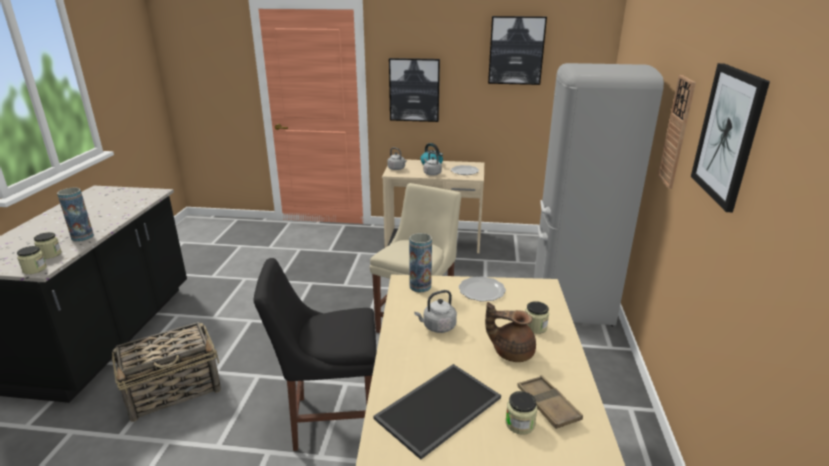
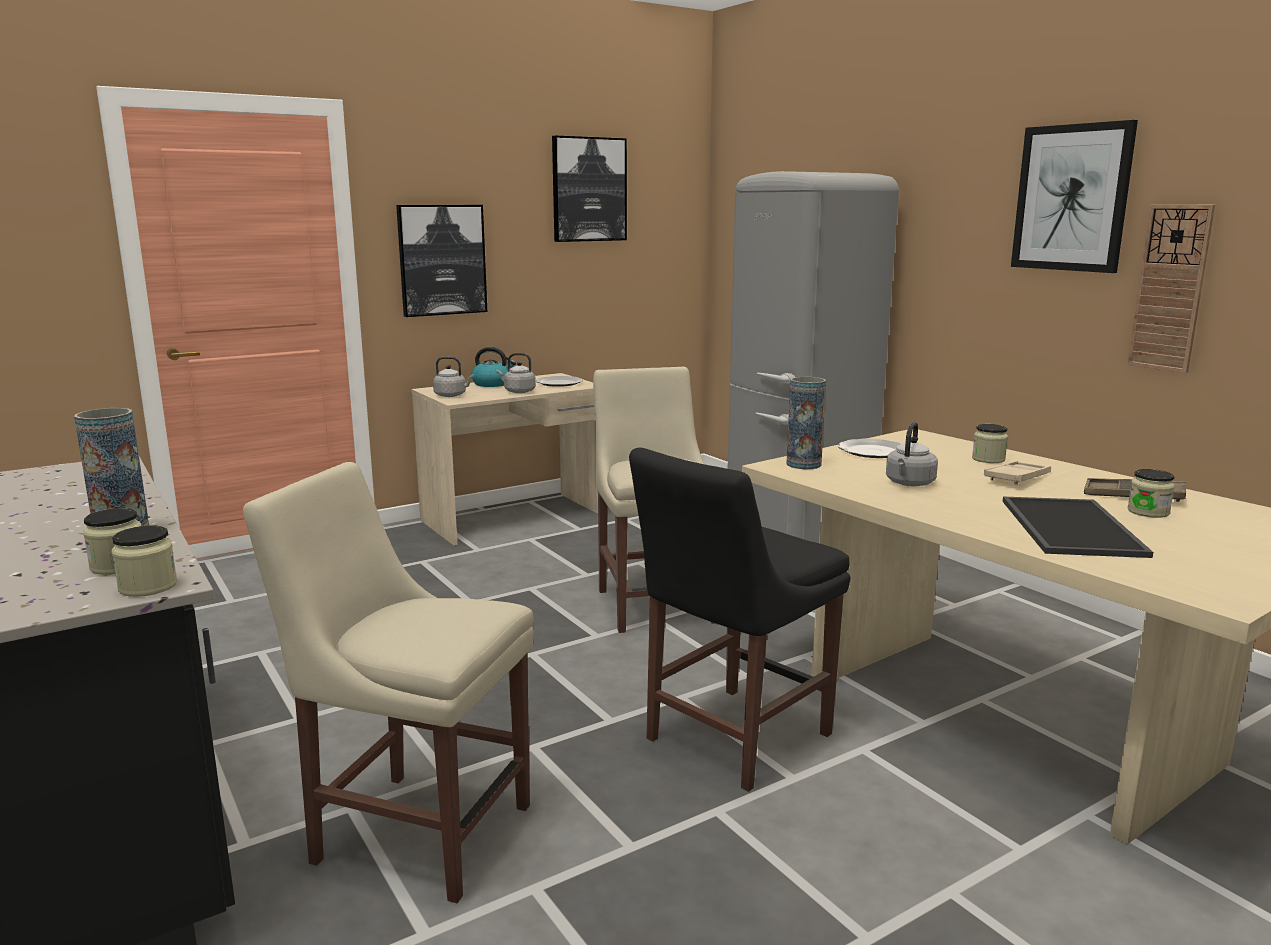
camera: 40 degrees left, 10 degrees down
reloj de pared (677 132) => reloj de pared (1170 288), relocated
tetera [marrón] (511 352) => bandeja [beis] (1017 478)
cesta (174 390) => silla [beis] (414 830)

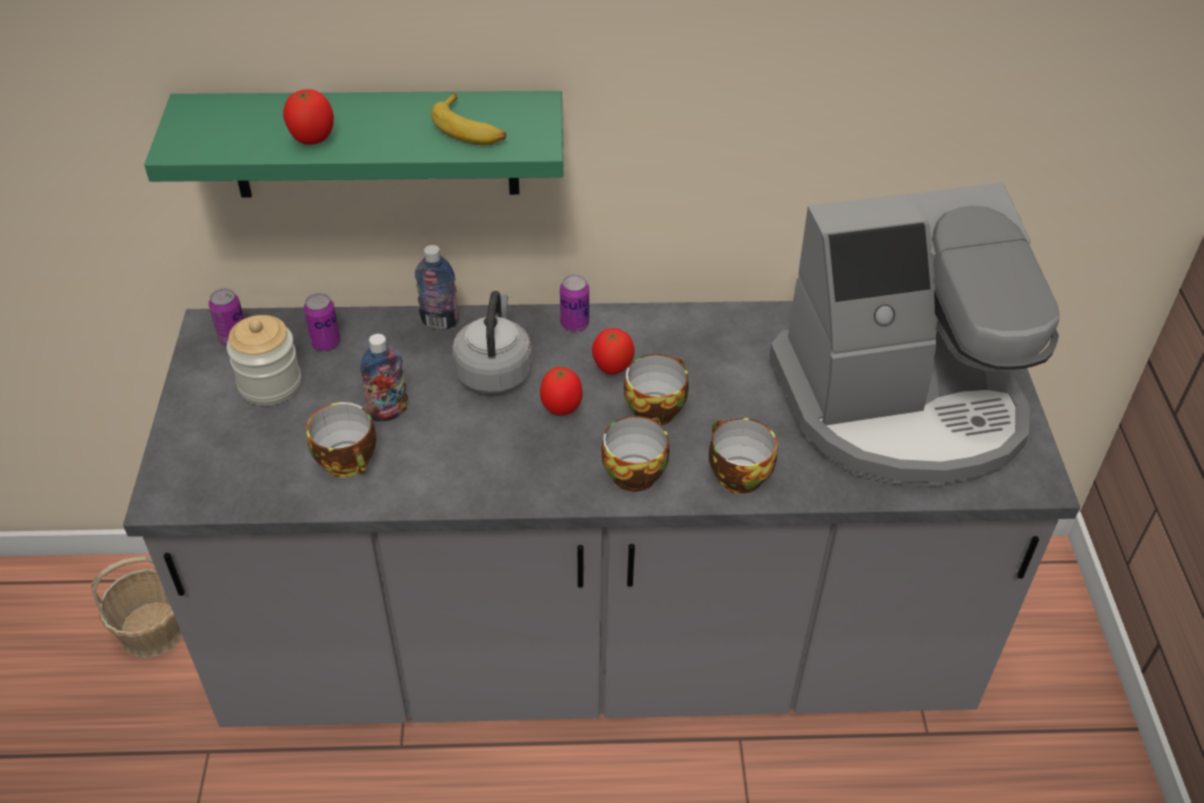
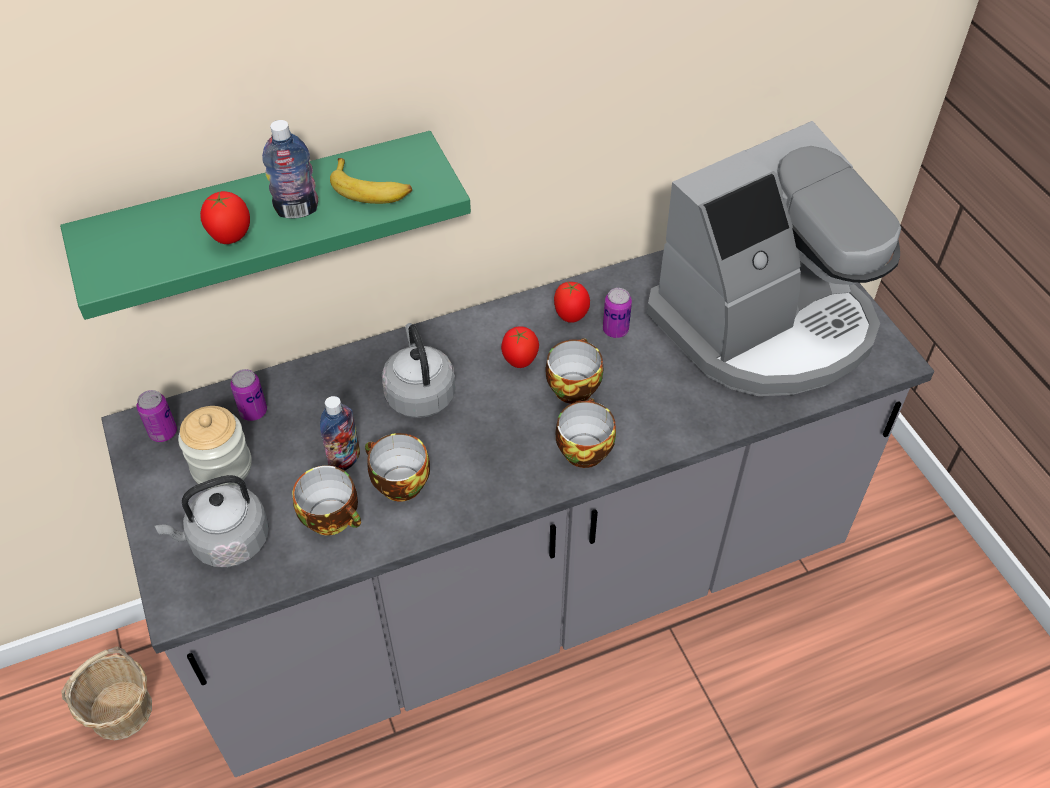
camera: 20 degrees left, 5 degrees up
botella (439 321) => botella (297 210), relocated
lata (574 324) => lata (615 330), relocated
tomate (561 409) => tomate (571 316), relocated
taza (735 474) => taza (397 484), relocated
nothing => hervidor [gris] (226 542)

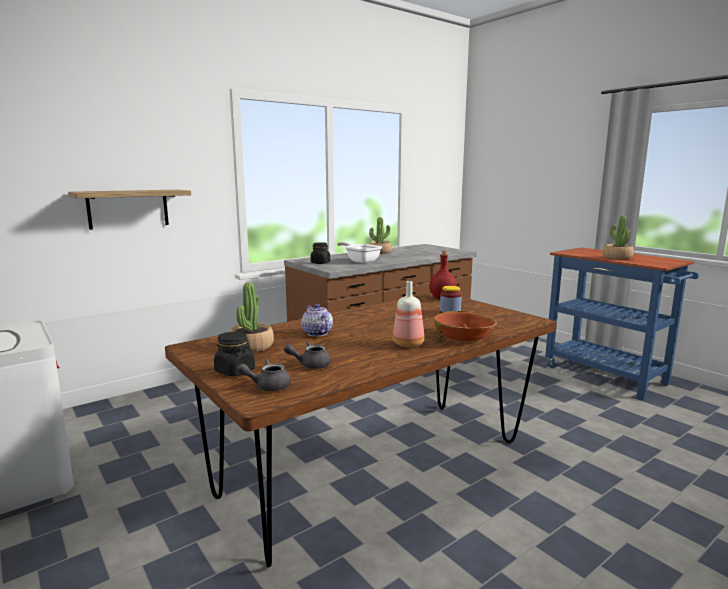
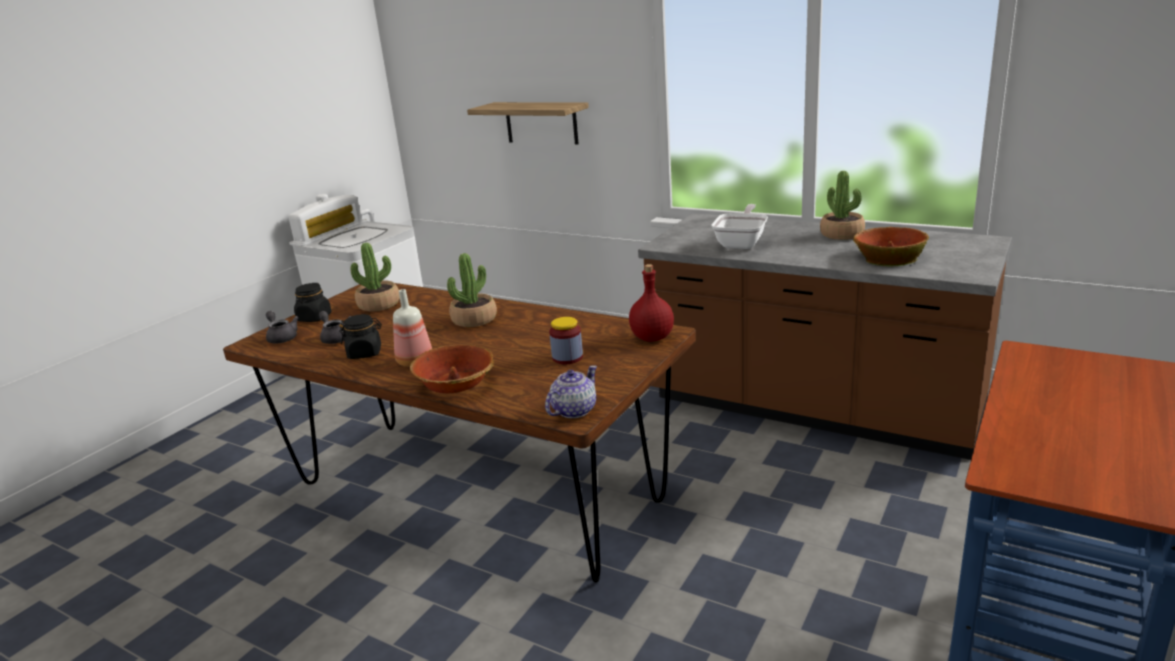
camera: 70 degrees right, 10 degrees up
planta en maceta (617 257) => planta en maceta (474 319), relocated
tarro [negro] (320 263) => tarro [negro] (365 353), relocated
tetera (317 333) => tetera (573 410), relocated
nothing => cuenco (889 256)

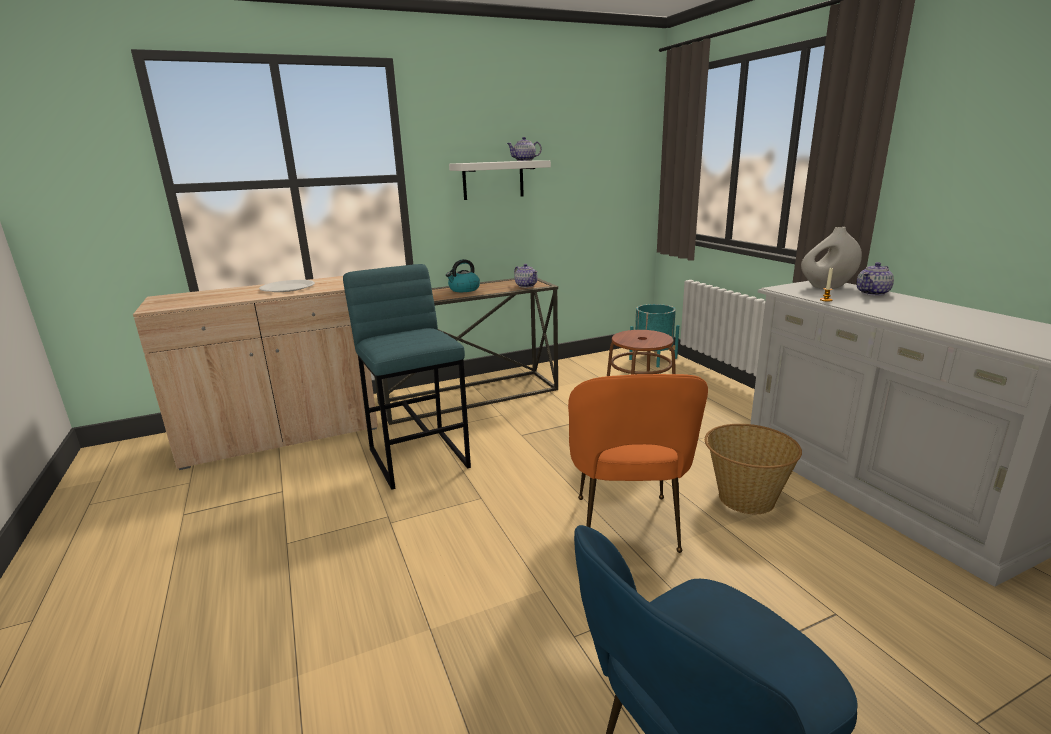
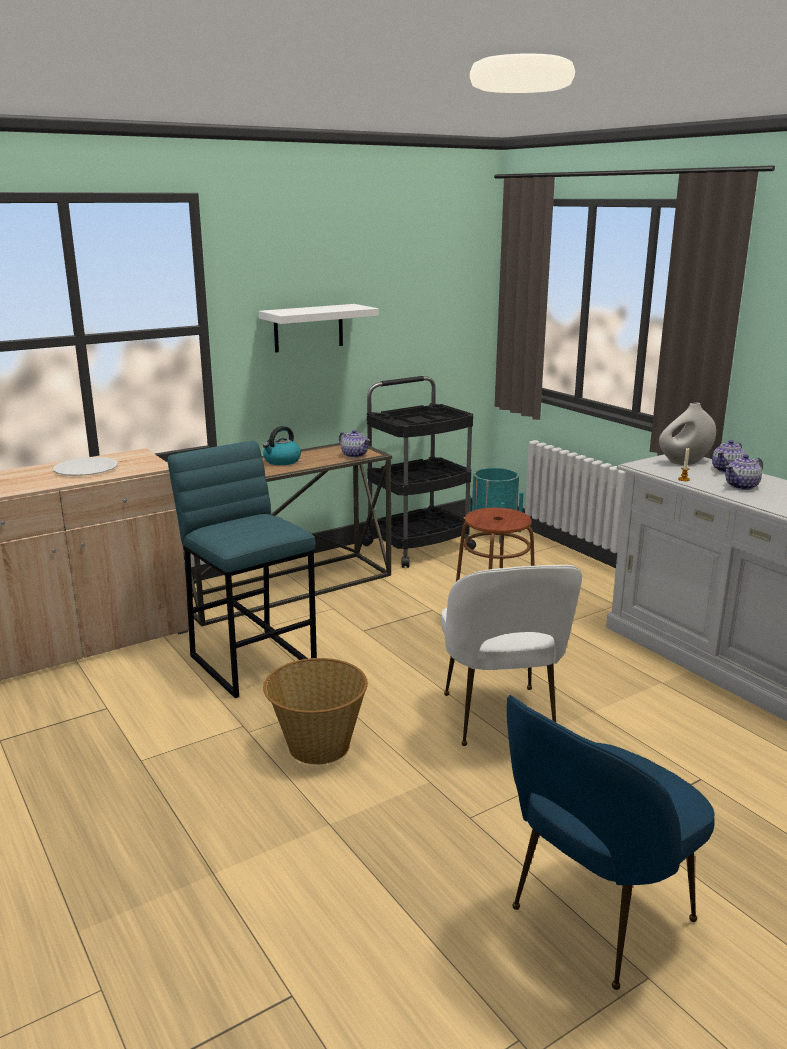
camera: 10 degrees left, 0 degrees up
tetera (525 160) => tetera (742 486), relocated
silla [naranja] (627 530) => silla [blanco] (500 722)
cesta (745 498) => cesta (317 746), relocated
nothing => carrito [negro] (418 547)

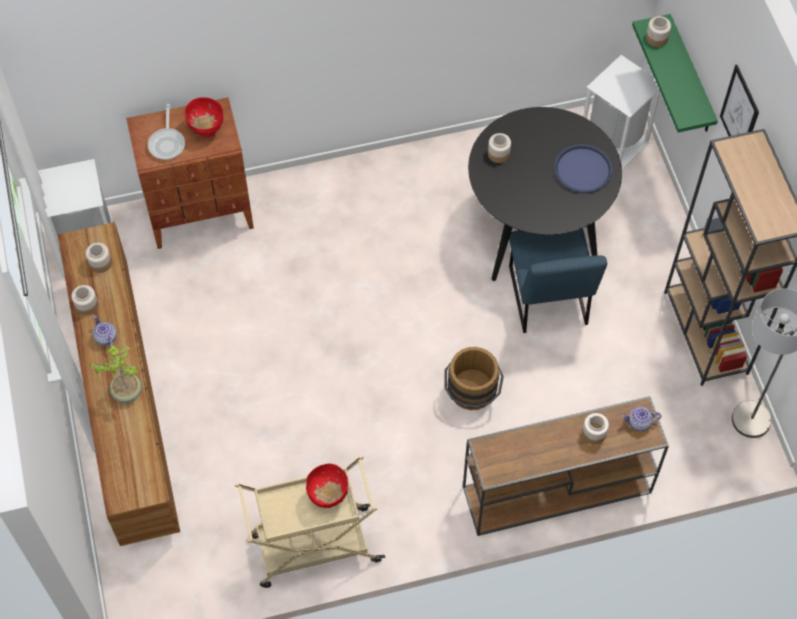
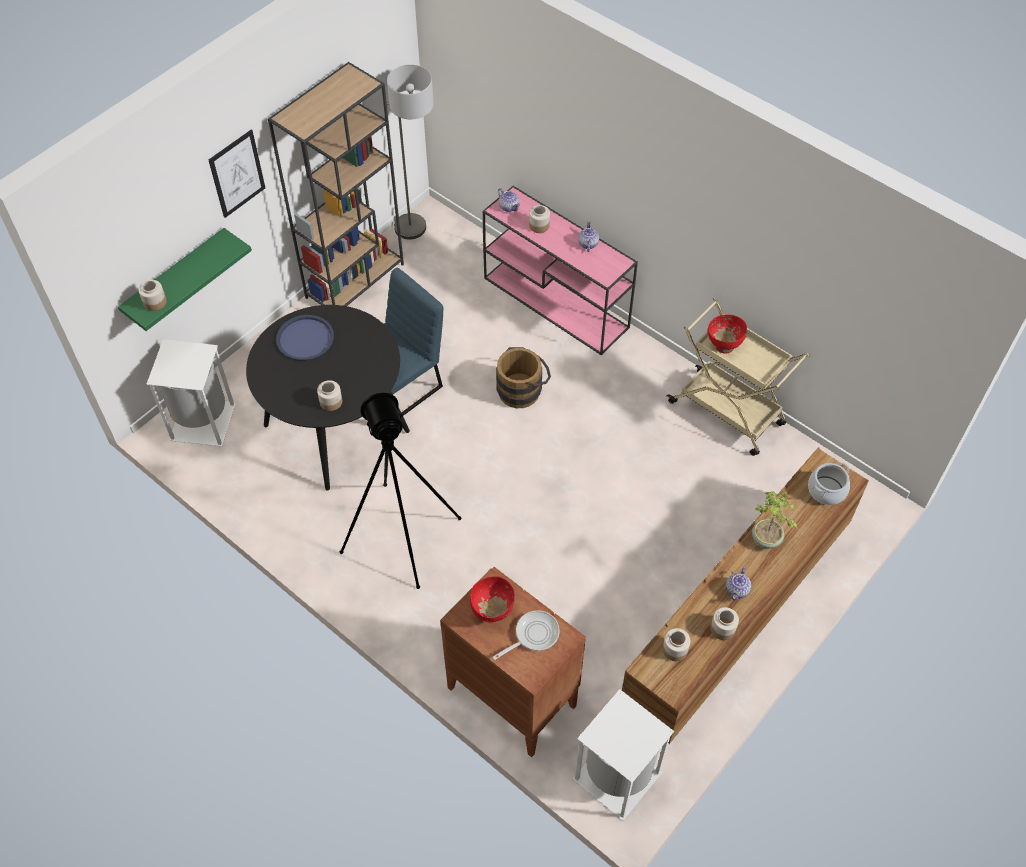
camera: 125 degrees left, 5 degrees down
mesa consola [marrón] (555 490) => mesa consola [rosa] (557 303)
nothing => tetera (587 244)
nothing => lámpara de pie [negro] (401 535)
nothing => olla (826 490)

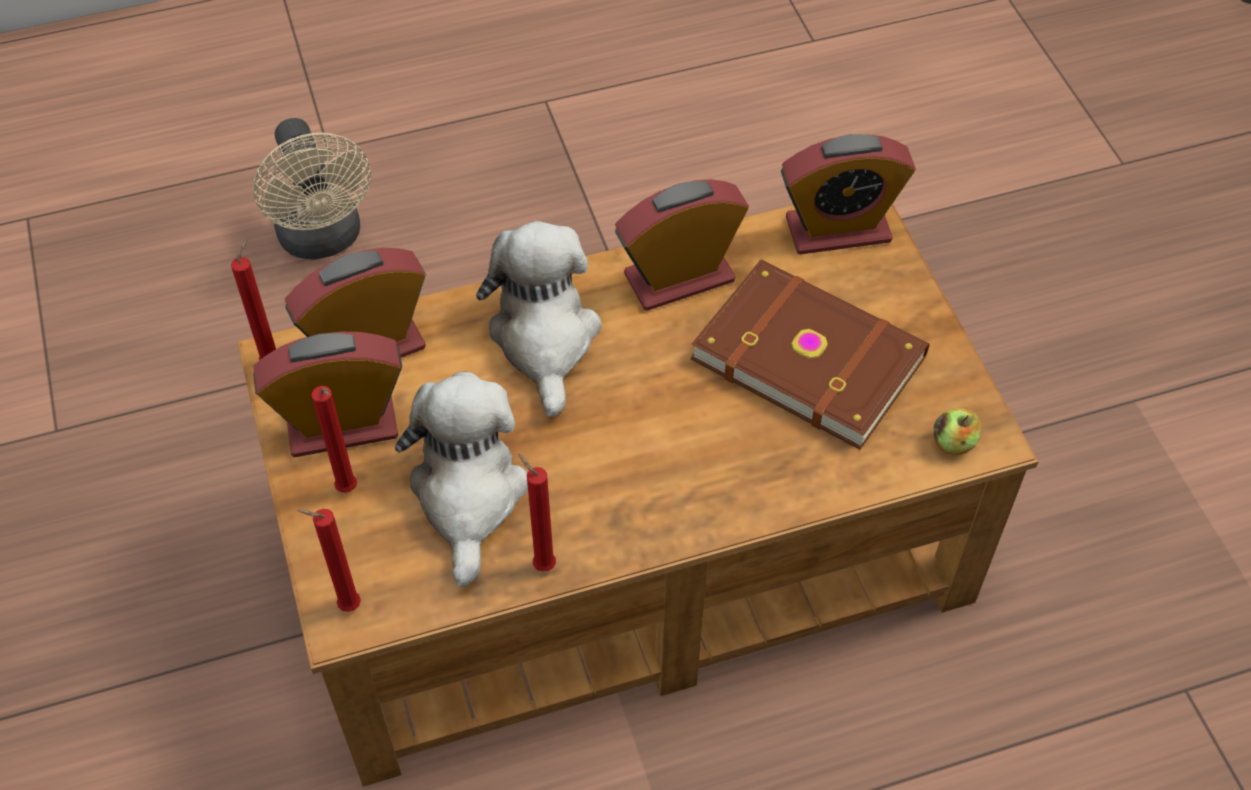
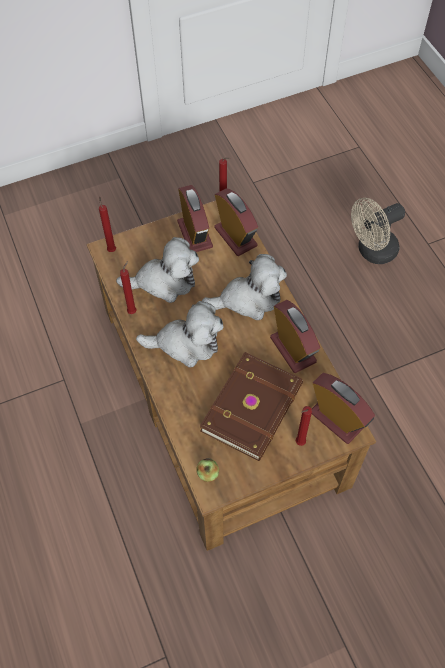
camera: 85 degrees right, 5 degrees up
despertador (838 230) => despertador (337 419), 150 degrees clockwise
vela [rojo] (349 491) => vela [rojo] (299 443), relocated
nothing => peluche (186 343)

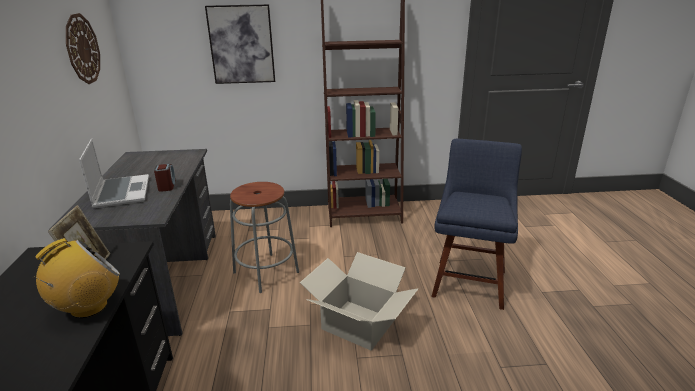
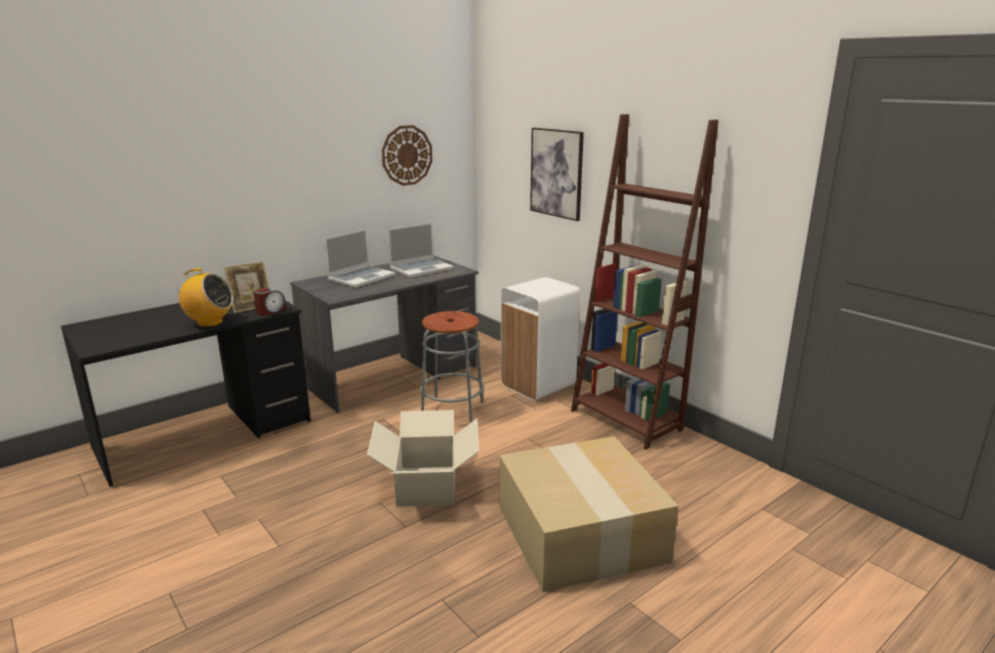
camera: 55 degrees right, 5 degrees down
silla [azul] (469 280) => caja de cartón (583 534)
despertador (167 186) => despertador (270 311), relocated
nothing => portátil (421 269)
nothing => papelera [blanco] (539 385)

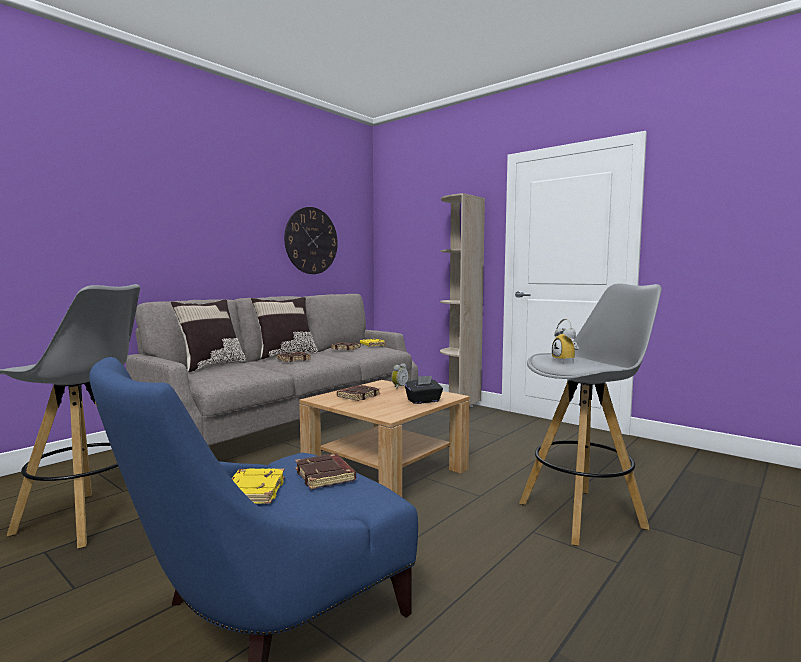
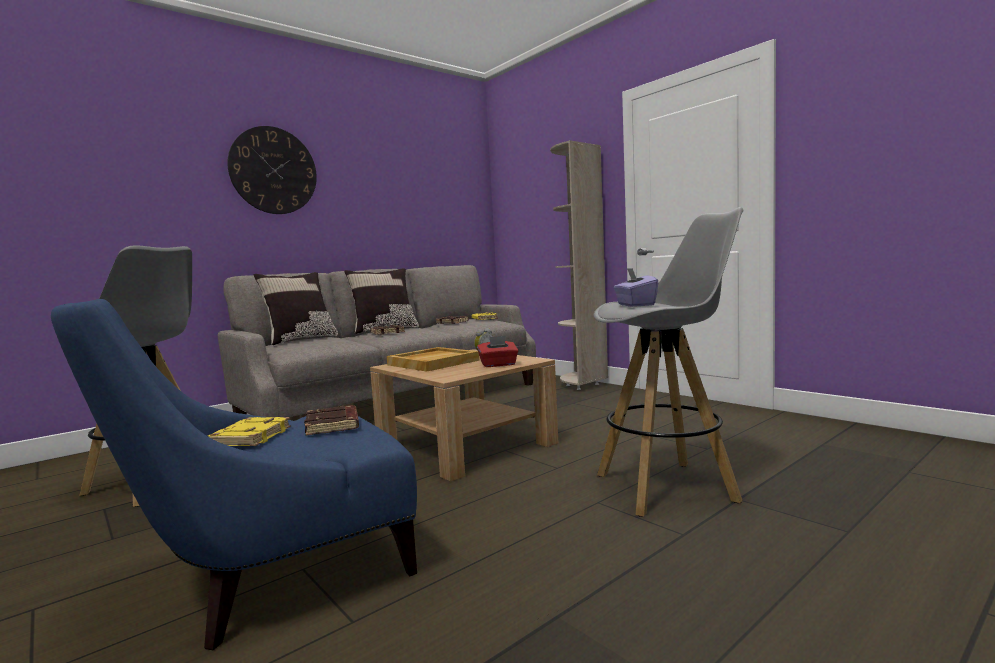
camera: 10 degrees right, 0 degrees up
reloj de pared (311 240) => reloj de pared (273 170), relocated
despertador (567 361) => caja de pañuelos [morado] (635 305)
caja de pañuelos [negro] (423 401) => caja de pañuelos [rojo] (498 365)
libro [marrón] (358 396) => bandeja [beis] (433 362)

